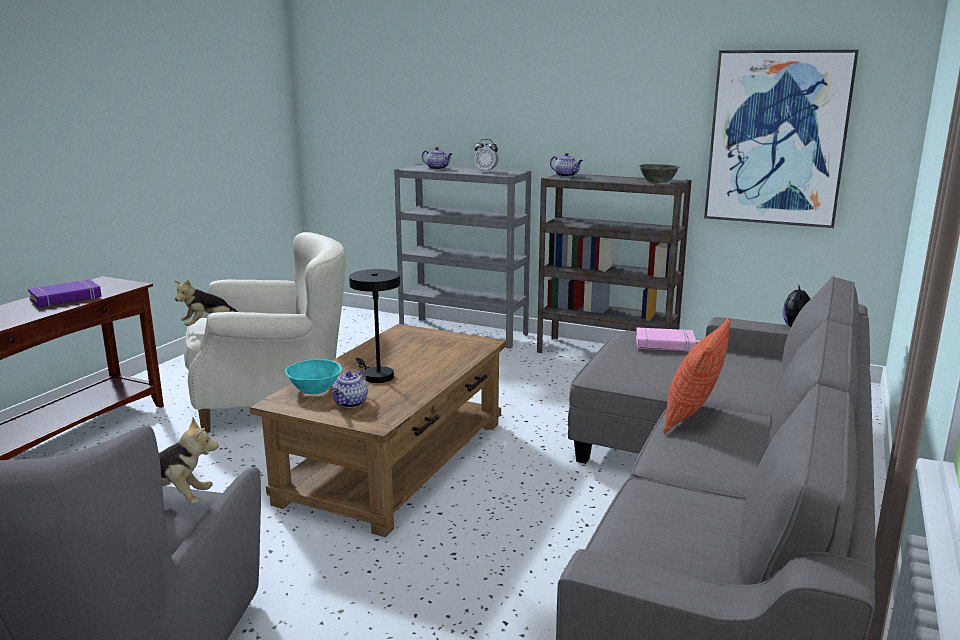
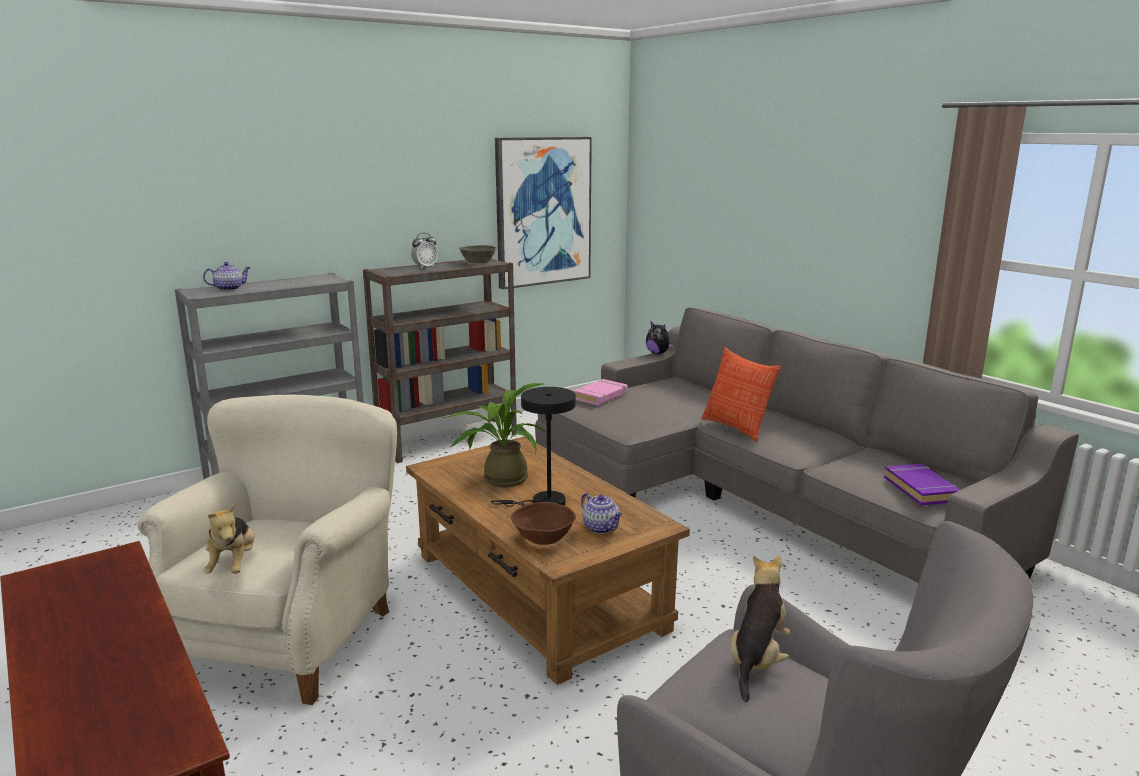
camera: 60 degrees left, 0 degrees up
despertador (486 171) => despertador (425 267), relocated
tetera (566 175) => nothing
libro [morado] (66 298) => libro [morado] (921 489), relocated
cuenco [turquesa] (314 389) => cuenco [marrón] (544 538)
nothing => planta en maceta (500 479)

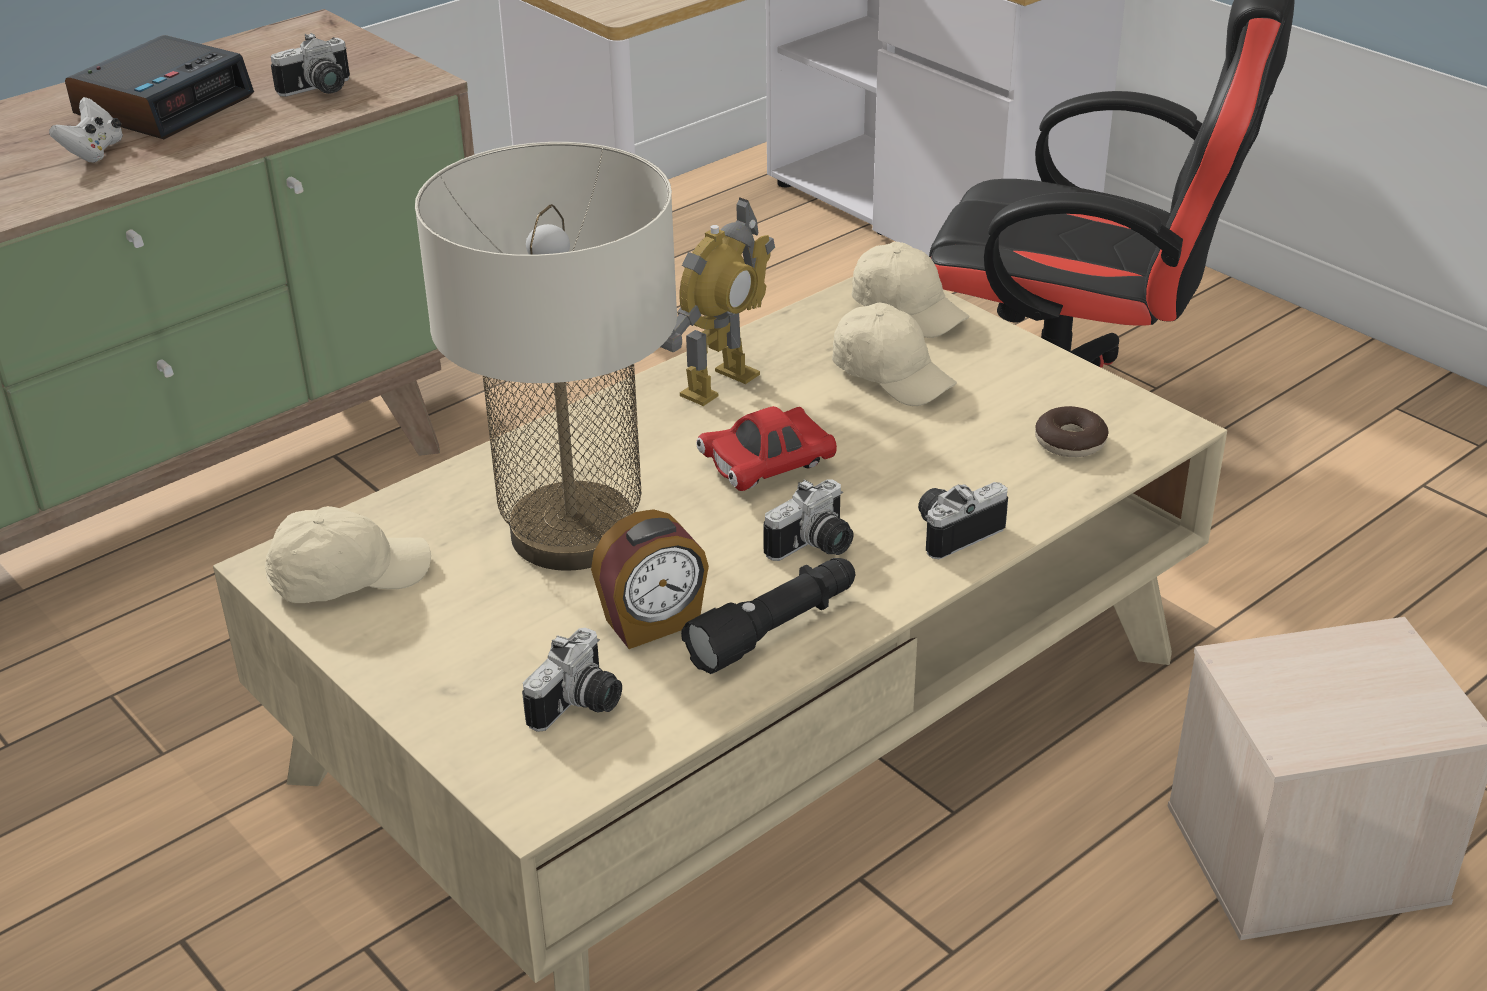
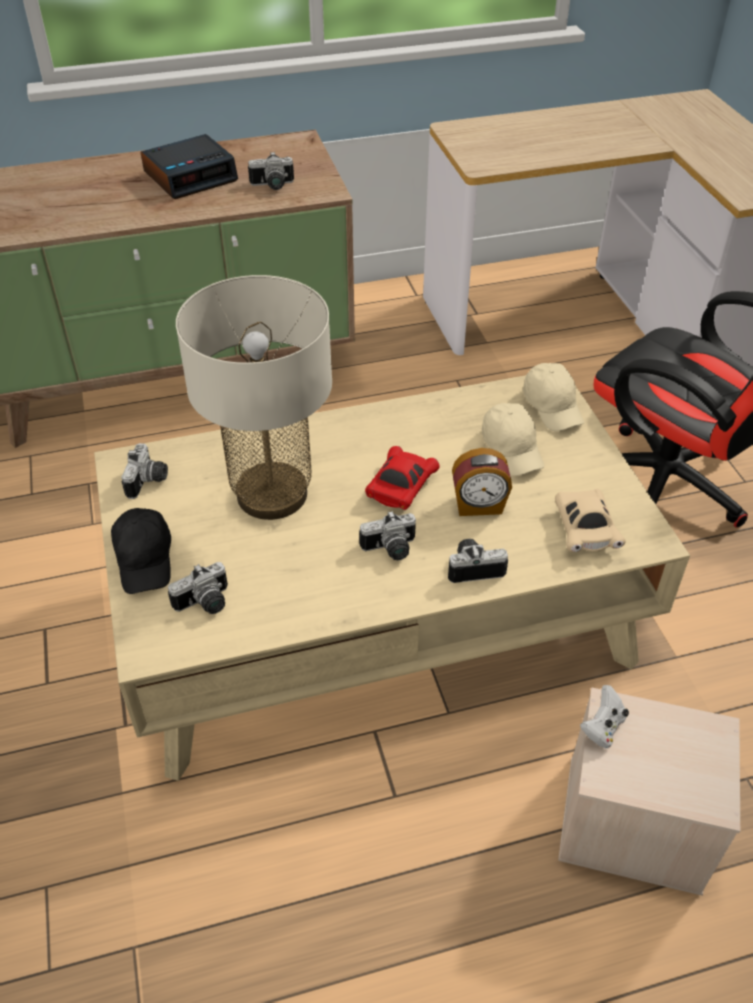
camera: 25 degrees right, 10 degrees up
mando de consola [blanco] (93 152) => mando de consola [blanco] (602 727), relocated
robot de juguete (718 383) => nothing
coche de juguete [rojo] (767 467) => coche de juguete [rojo] (400 487), 120 degrees clockwise
rosquilla (1070 442) => coche de juguete [beis] (584 530)
gorra [beis] (348 576) => cámara (149 481)
despertador (653 623) => despertador (478 506), relocated
linterna [negro] (775 629) => nothing
nothing => gorra [negro] (145 559)

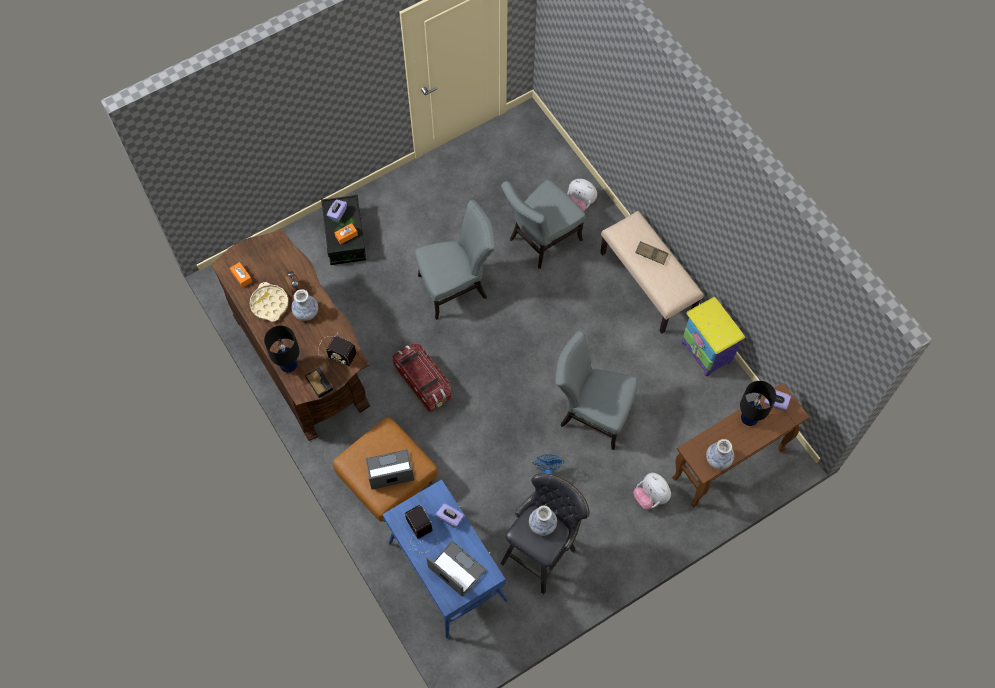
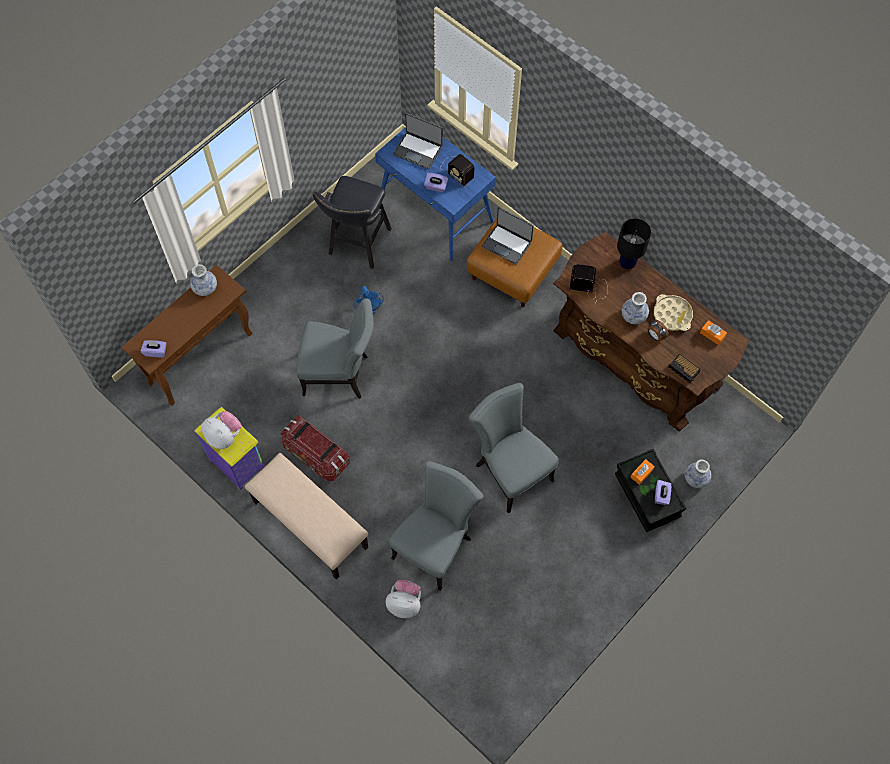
camera: 165 degrees right, 0 degrees up
silla [gris] (457 286) => silla [gris] (509 470), 90 degrees clockwise
bandeja [marrón] (651 254) => nothing
caja de almacenaje (423 382) => caja de almacenaje (315 455), relocated
despertador (319 383) => despertador (684 370), relocated
lámpara de mesa [negro] (749 418) => nothing
portátil (390 471) => portátil (507 244), 60 degrees clockwise
peluche (650 496) => peluche (224 436), relocated
florero (542 524) => florero (696 478), relocated

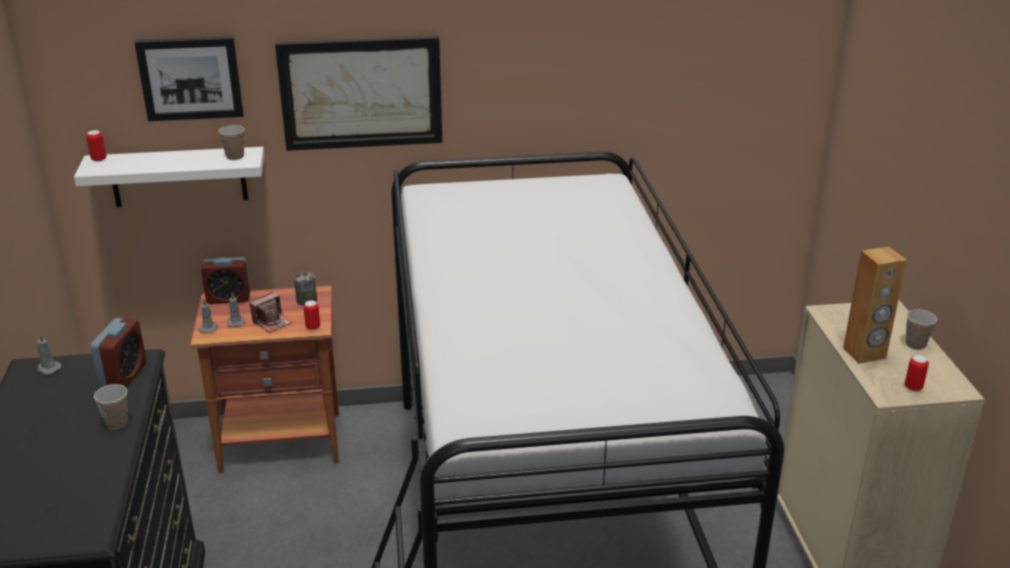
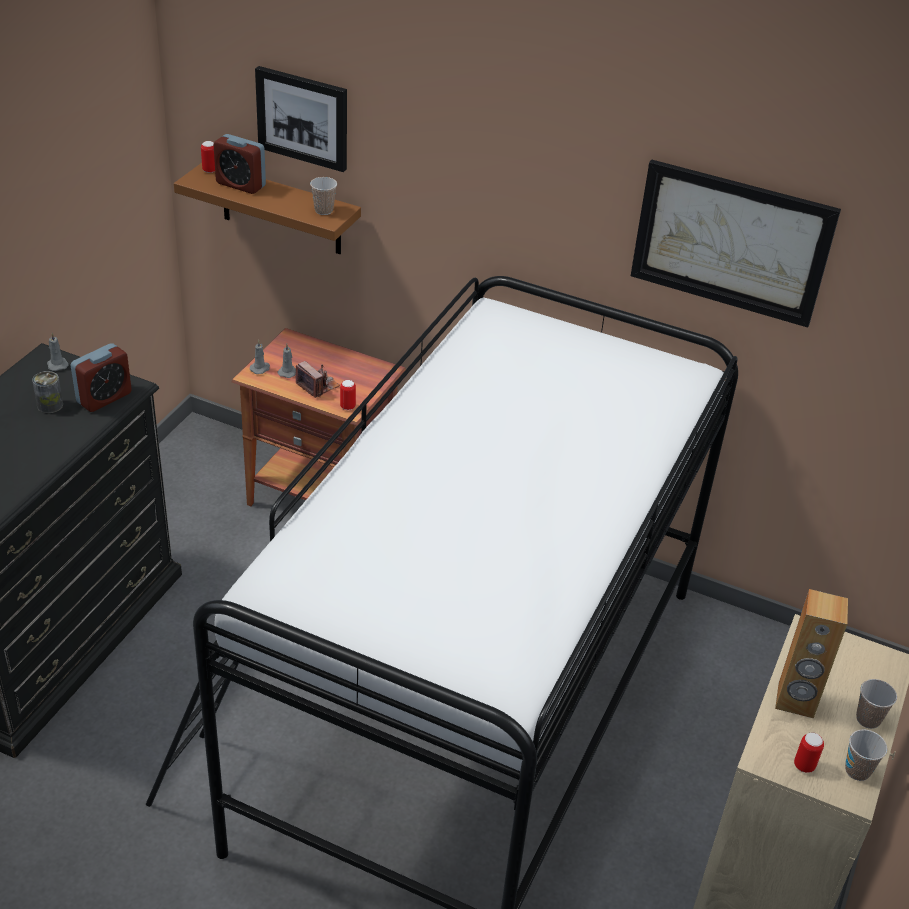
camera: 30 degrees right, 10 degrees up
cuadro (361 93) => cuadro (731 242), relocated
estante [blanco] (179 177) => estante [marrón] (281 209)
despertador (228 298) => despertador (241 184), relocated
lata (306 300) => lata (50 405), relocated
cámara (272 322) => cámara (318 386), 120 degrees counterclockwise
taza (117 423) => taza (857 771), relocated

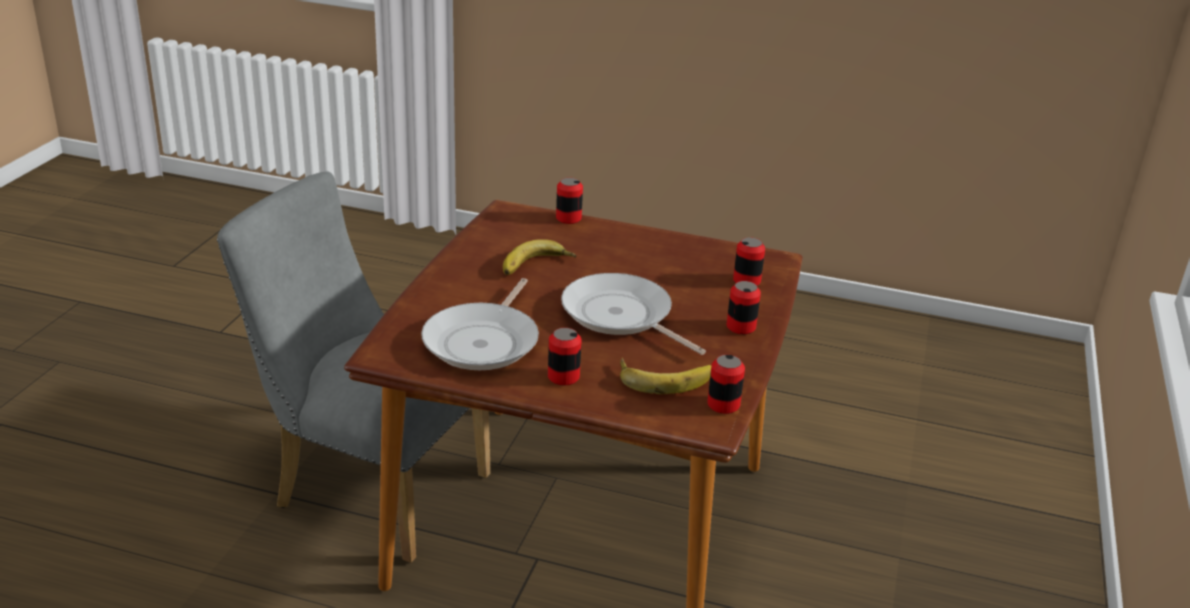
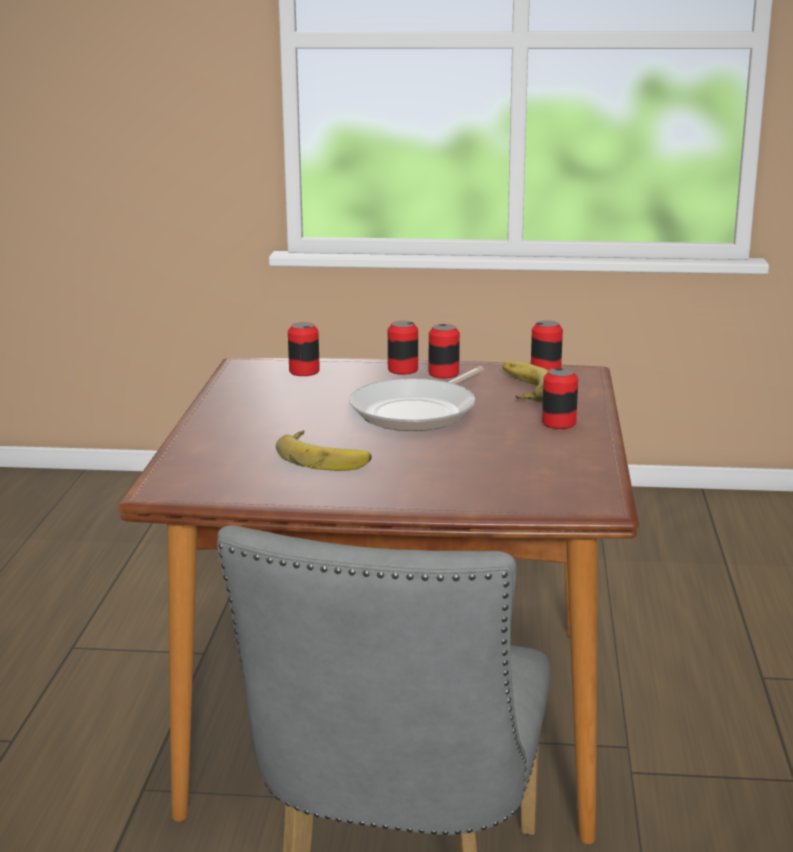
camera: 100 degrees left, 10 degrees down
lata (568 218) => lata (443 374), relocated
sartén (484 341) => nothing

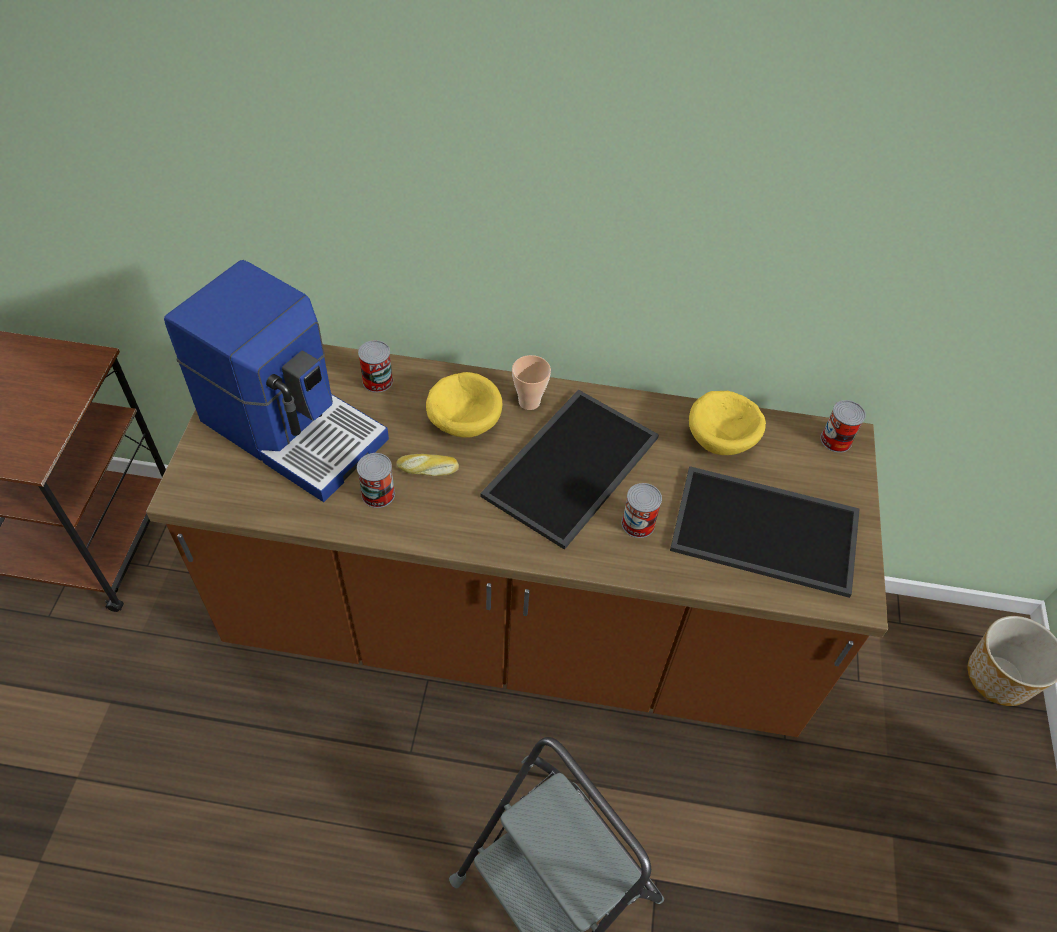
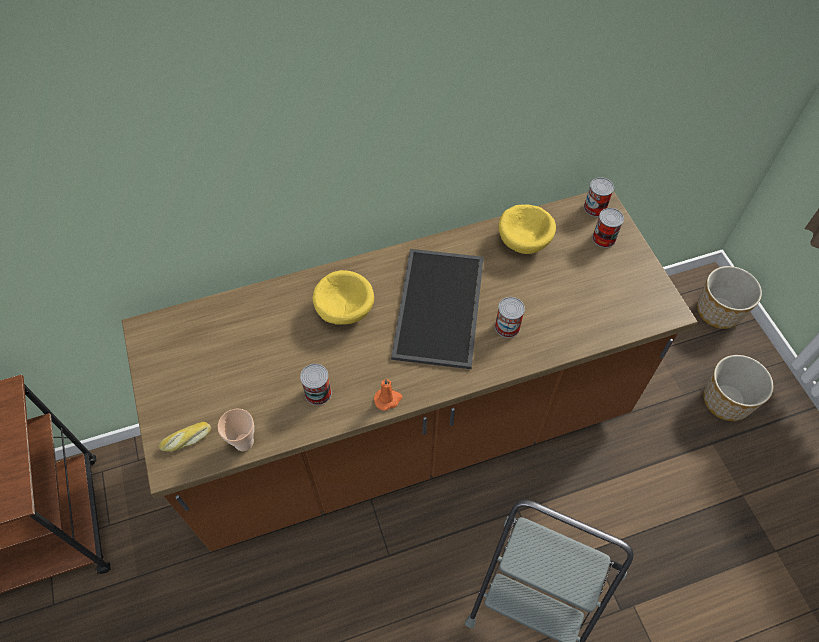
camera: 25 degrees left, 5 degrees up
cafetera (294 427) => nothing
lata (377 381) => lata (604 238), relocated
taza (529 402) => taza (244 442), relocated
pan (427 469) => pan (187 440), relocated
bandeja (767 529) => nothing
nothing => maceta (727 400)
nothing => vela [naranja] (388 399)

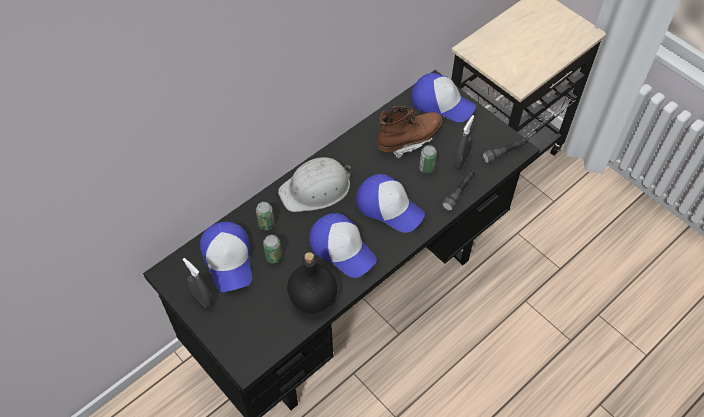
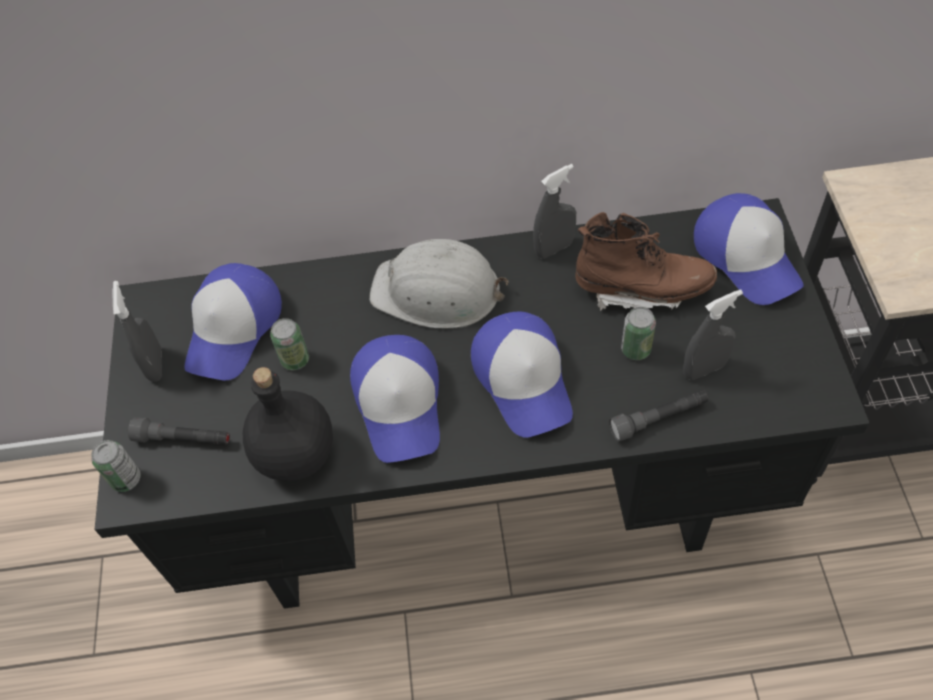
camera: 40 degrees right, 0 degrees up
linterna [gris] (505 153) => linterna [gris] (184 439), relocated
lata (266 224) => lata (126 479), relocated
nothing => pulverizador [gris] (554 248)

